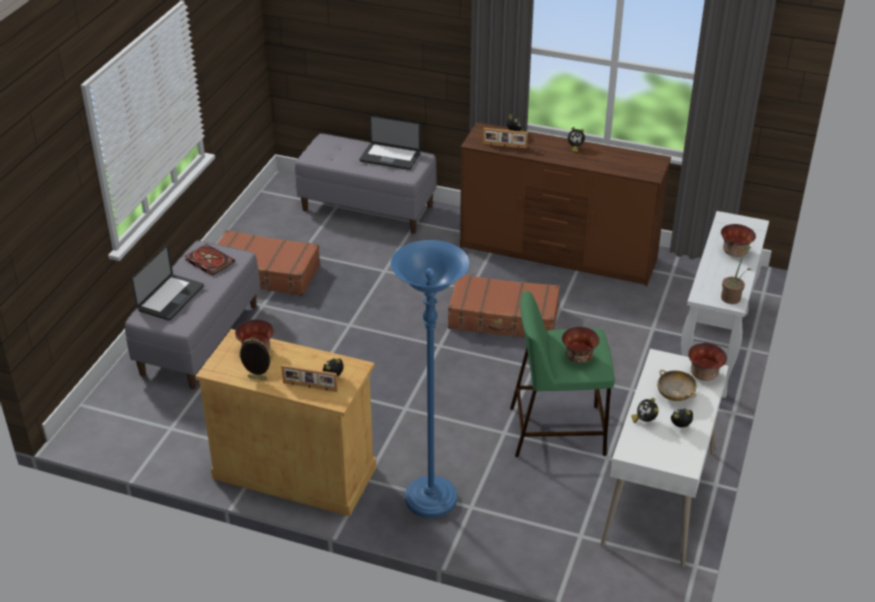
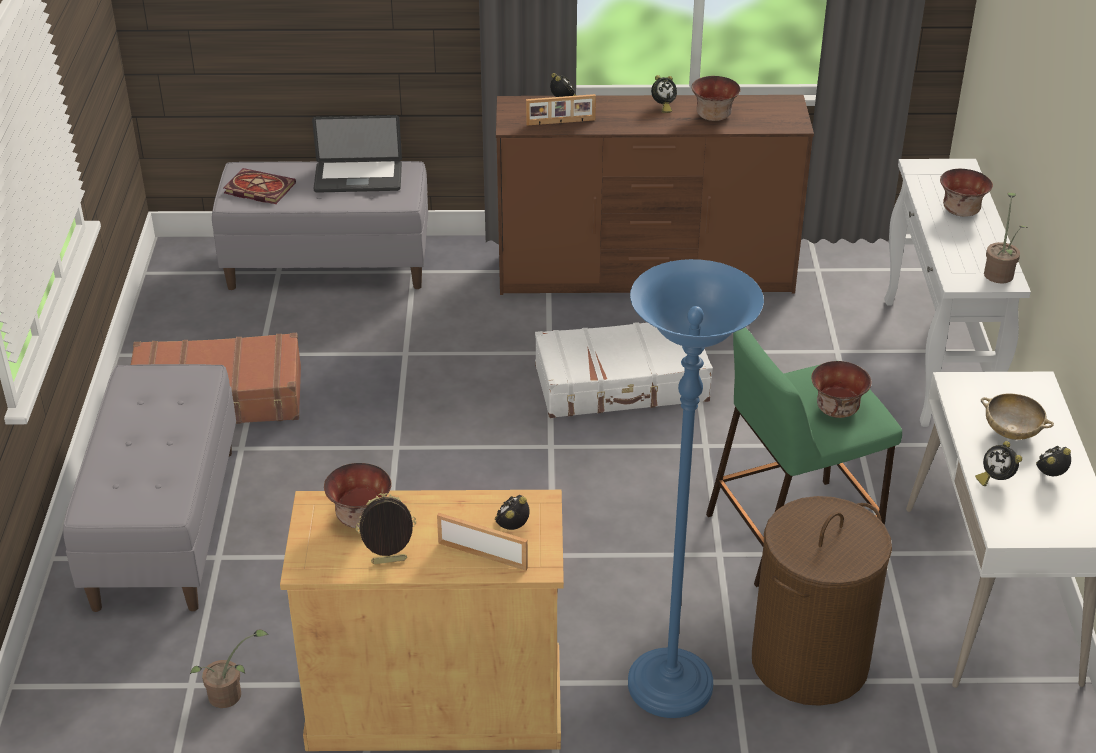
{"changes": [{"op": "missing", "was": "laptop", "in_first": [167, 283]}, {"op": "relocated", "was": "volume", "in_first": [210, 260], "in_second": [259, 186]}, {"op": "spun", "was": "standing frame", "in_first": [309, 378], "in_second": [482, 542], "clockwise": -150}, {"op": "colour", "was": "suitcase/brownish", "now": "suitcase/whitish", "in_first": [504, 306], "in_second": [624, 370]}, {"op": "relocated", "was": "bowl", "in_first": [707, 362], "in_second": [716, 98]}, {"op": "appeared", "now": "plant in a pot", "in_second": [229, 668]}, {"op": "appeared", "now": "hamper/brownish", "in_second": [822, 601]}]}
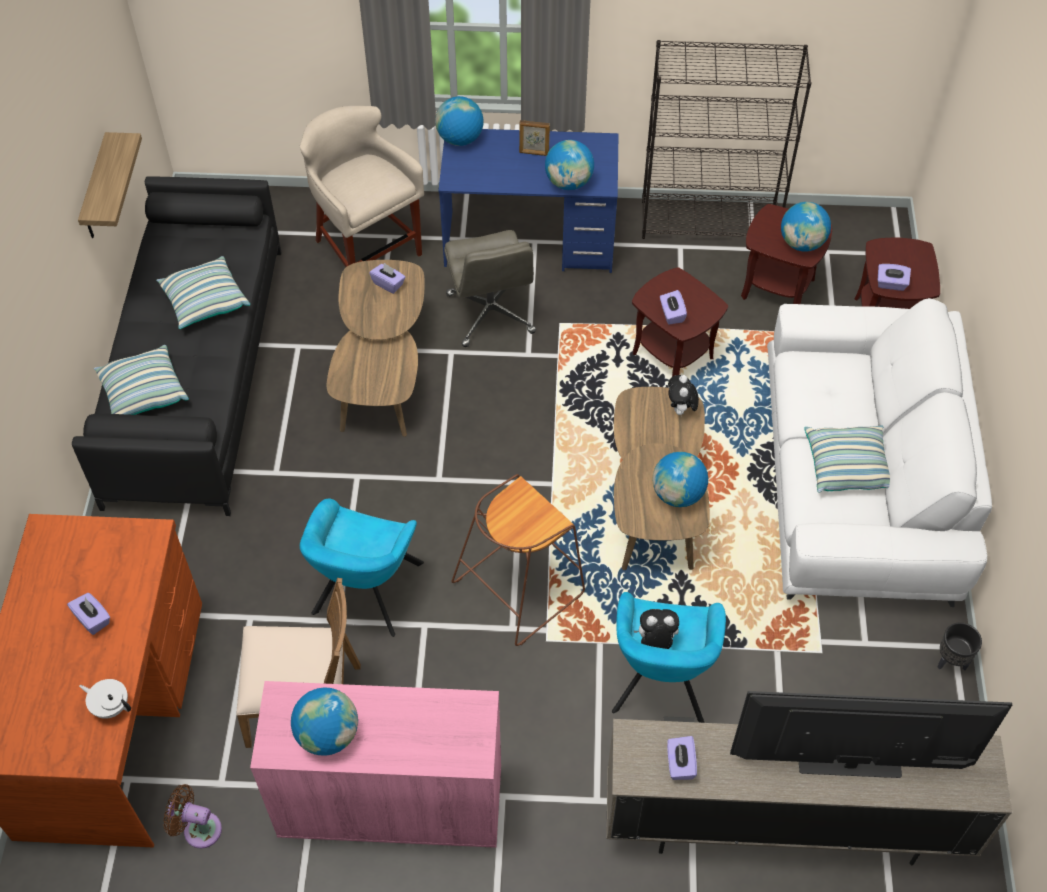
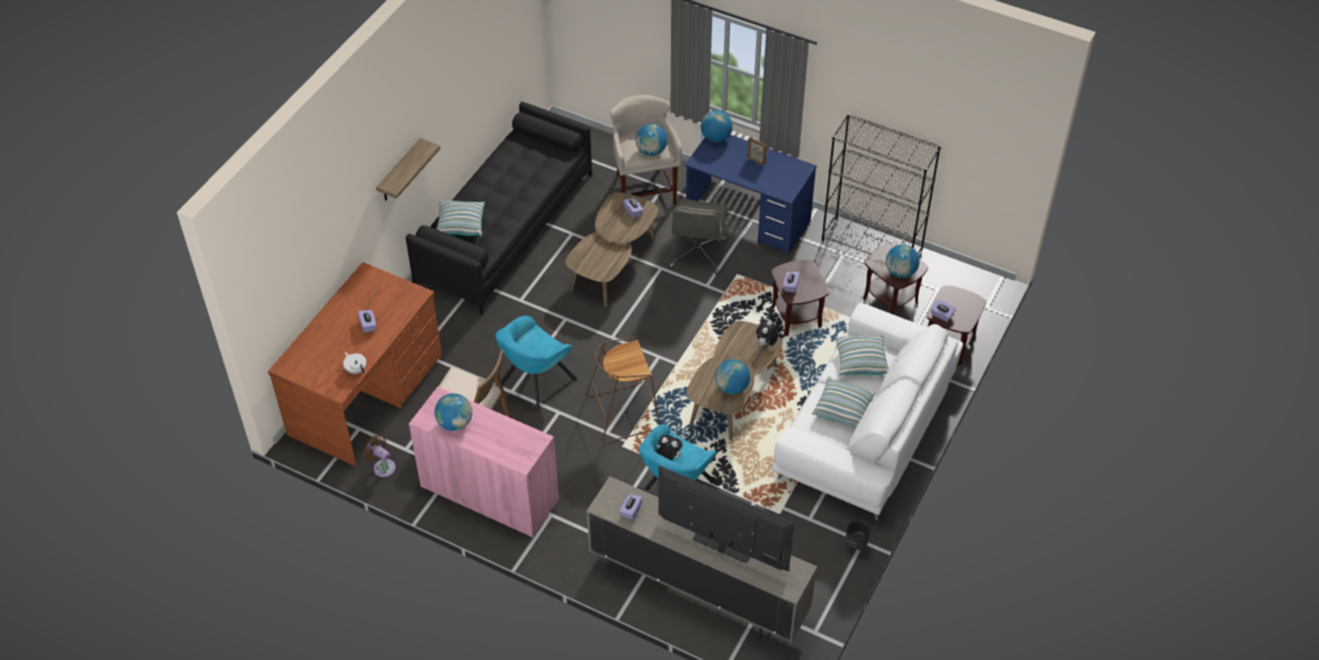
{"changes": [{"op": "relocated", "was": "wall shelf", "in_first": [110, 185], "in_second": [408, 169]}, {"op": "relocated", "was": "throw pillow", "in_first": [203, 292], "in_second": [862, 355]}, {"op": "relocated", "was": "desk globe", "in_first": [569, 165], "in_second": [652, 140]}]}
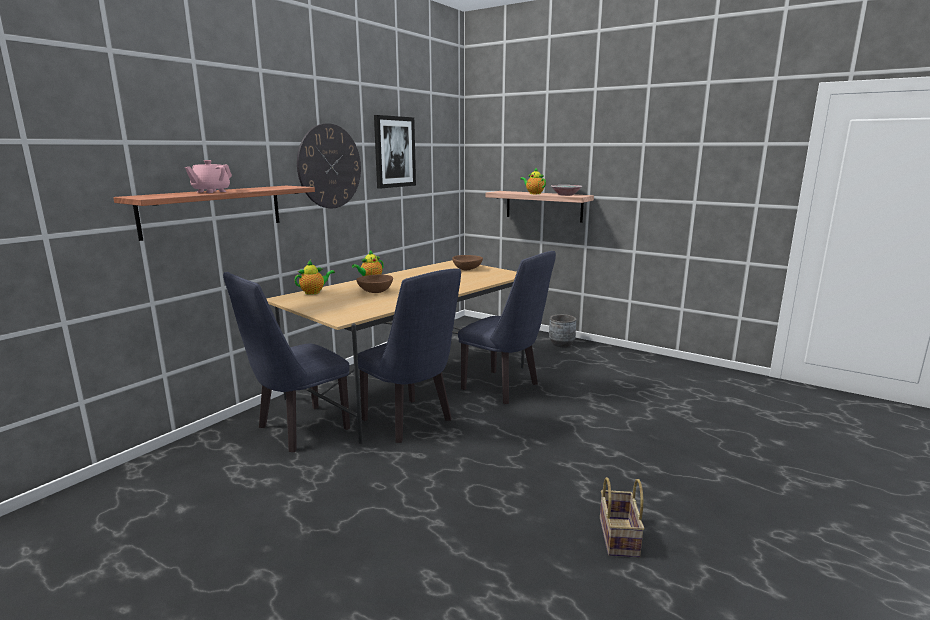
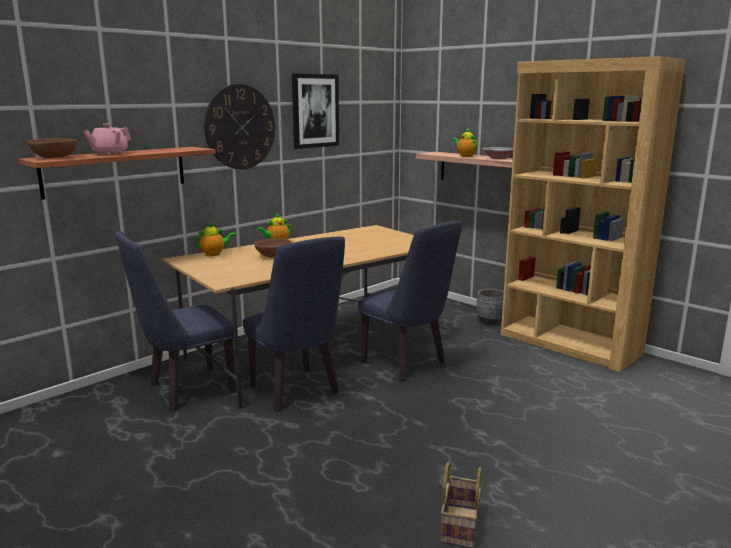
{"changes": [{"op": "relocated", "was": "bowl/brownish", "in_first": [467, 262], "in_second": [52, 148]}, {"op": "appeared", "now": "shelving unit/brownish", "in_second": [593, 214]}]}
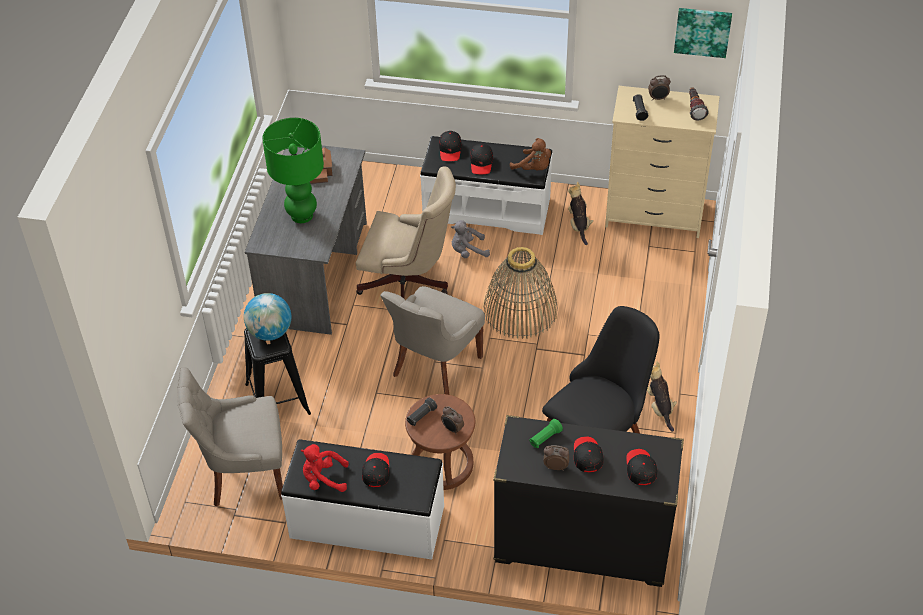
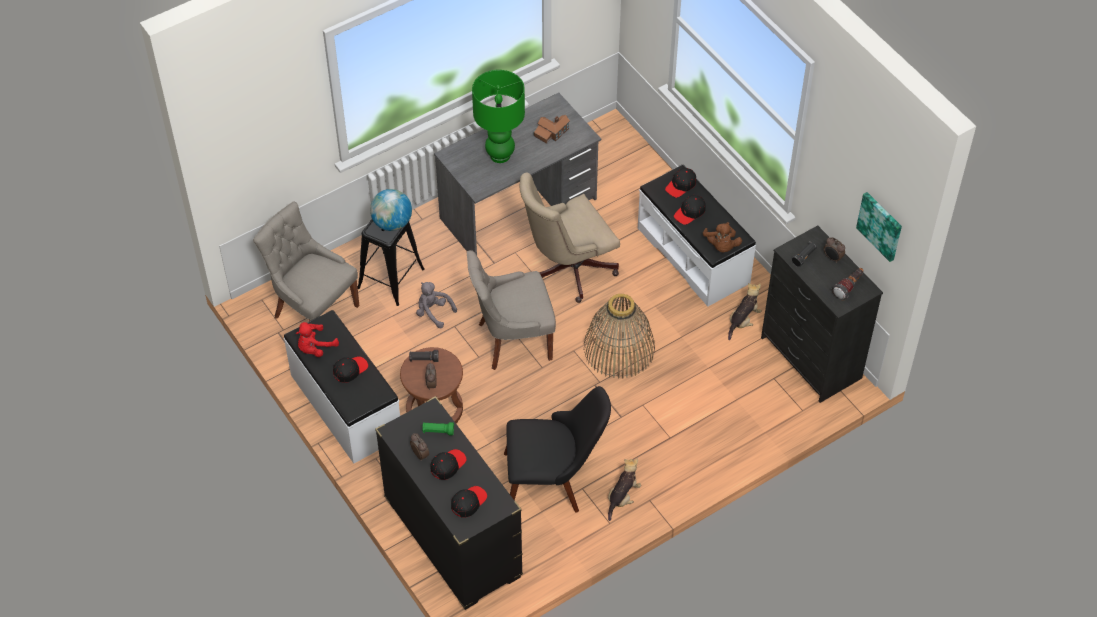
{"changes": [{"op": "spun", "was": "plush toy/red-coloured", "in_first": [325, 468], "in_second": [317, 339], "clockwise": -90}, {"op": "spun", "was": "desk chair/sand-coloured", "in_first": [406, 232], "in_second": [570, 238], "clockwise": 90}, {"op": "relocated", "was": "plush toy/grey", "in_first": [470, 239], "in_second": [436, 305]}, {"op": "colour", "was": "drawer chest/sand-coloured", "now": "drawer chest/blackish", "in_first": [662, 162], "in_second": [822, 314]}]}
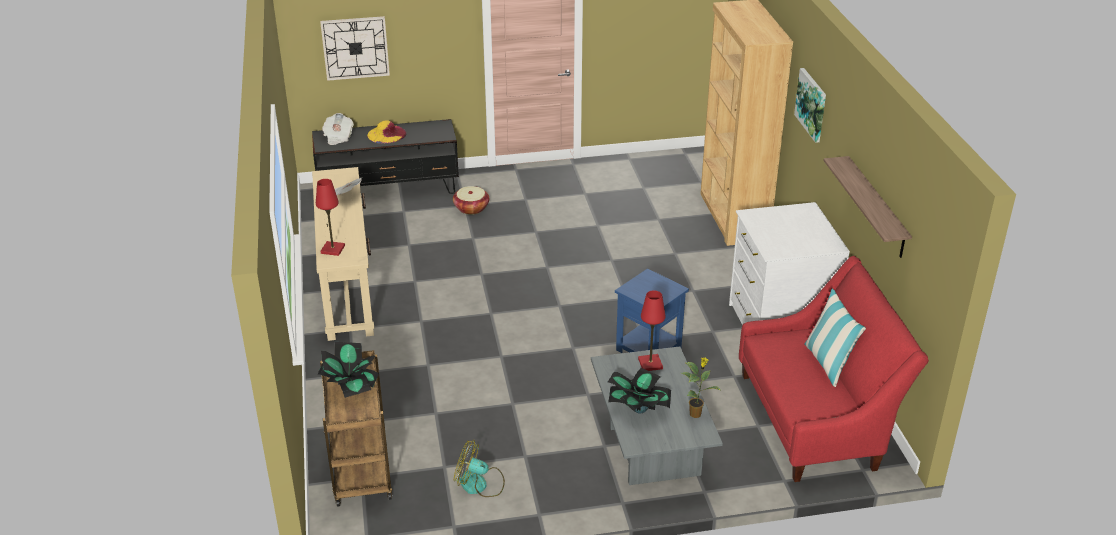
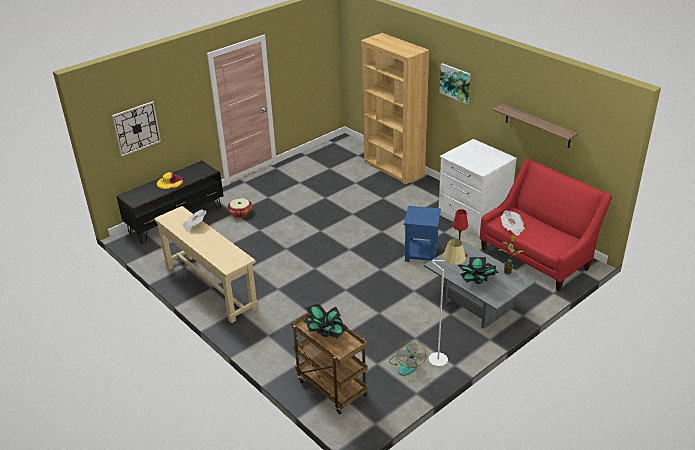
{"changes": [{"op": "missing", "was": "table lamp/red-coloured", "in_first": [330, 217]}, {"op": "relocated", "was": "printed paper", "in_first": [338, 129], "in_second": [513, 223]}, {"op": "spun", "was": "electric fan", "in_first": [479, 468], "in_second": [408, 358], "clockwise": -75}, {"op": "missing", "was": "throw pillow", "in_first": [835, 338]}, {"op": "appeared", "now": "standing lamp/whitish", "in_second": [447, 302]}]}
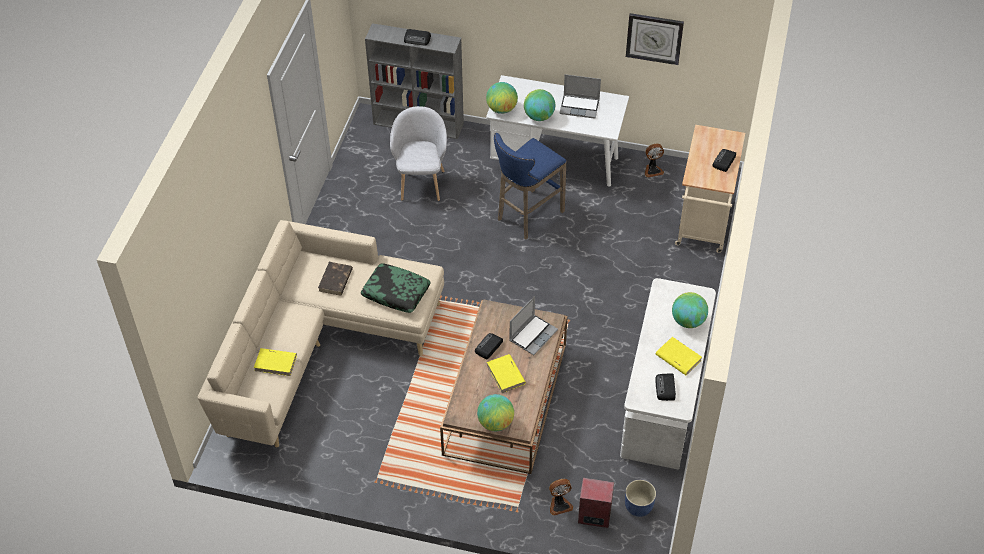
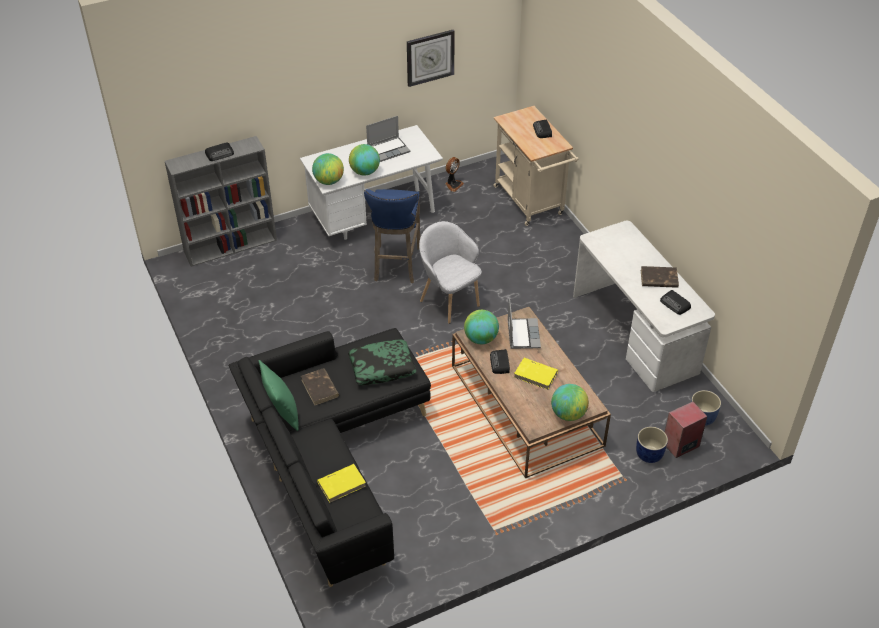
{"changes": [{"op": "colour", "was": "couch/sand-coloured", "now": "couch/blackish", "in_first": [320, 334], "in_second": [329, 457]}, {"op": "relocated", "was": "lounge chair/grey", "in_first": [418, 153], "in_second": [450, 272]}, {"op": "exchanged", "was": "electric fan", "now": "flower pot/bluish", "in_first": [561, 497], "in_second": [652, 445]}, {"op": "colour", "was": "volume/yellow-coloured", "now": "volume/brownish", "in_first": [679, 356], "in_second": [660, 277]}, {"op": "relocated", "was": "desk globe", "in_first": [690, 310], "in_second": [481, 327]}, {"op": "appeared", "now": "throw pillow/green", "in_second": [279, 395]}]}
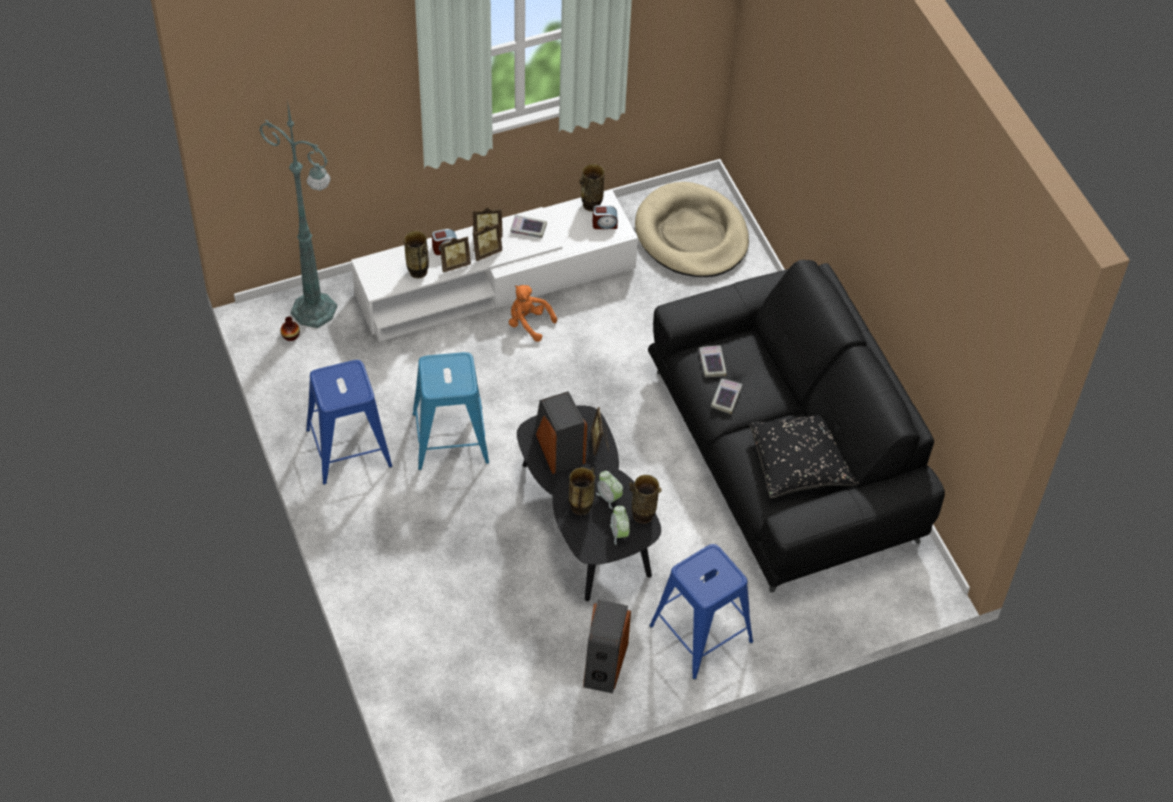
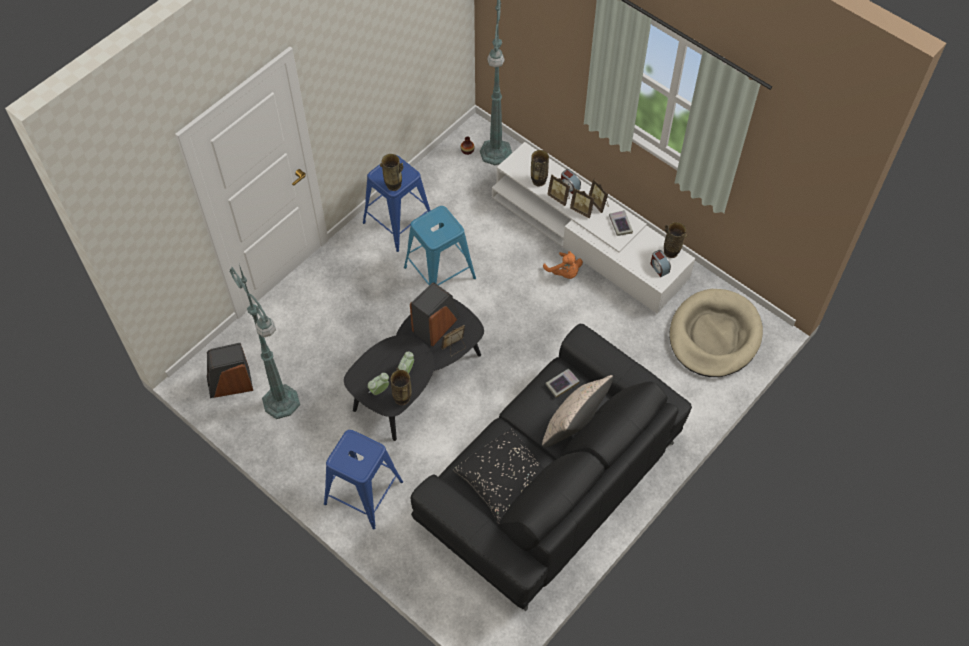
{"changes": [{"op": "spun", "was": "plush toy/orangey", "in_first": [533, 313], "in_second": [563, 265], "clockwise": 135}, {"op": "relocated", "was": "decorative vase", "in_first": [582, 491], "in_second": [391, 172]}, {"op": "relocated", "was": "loudspeaker", "in_first": [607, 646], "in_second": [230, 370]}, {"op": "missing", "was": "volume", "in_first": [726, 396]}, {"op": "appeared", "now": "standing lamp/green", "in_second": [265, 342]}, {"op": "appeared", "now": "throw pillow/sand-coloured", "in_second": [577, 411]}]}
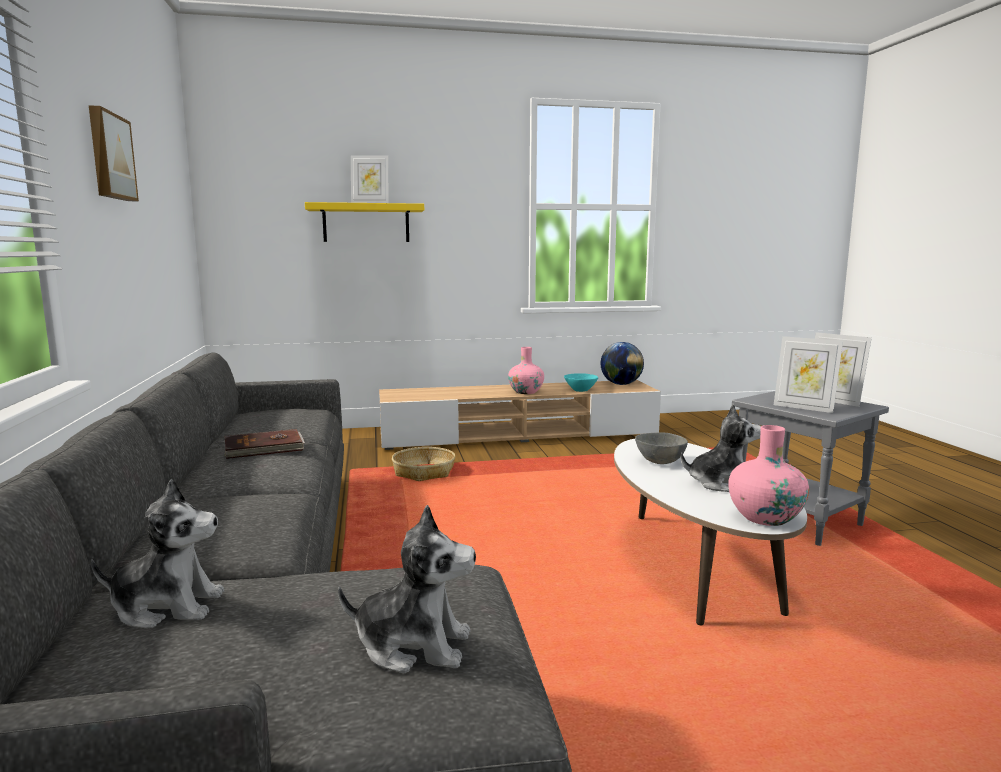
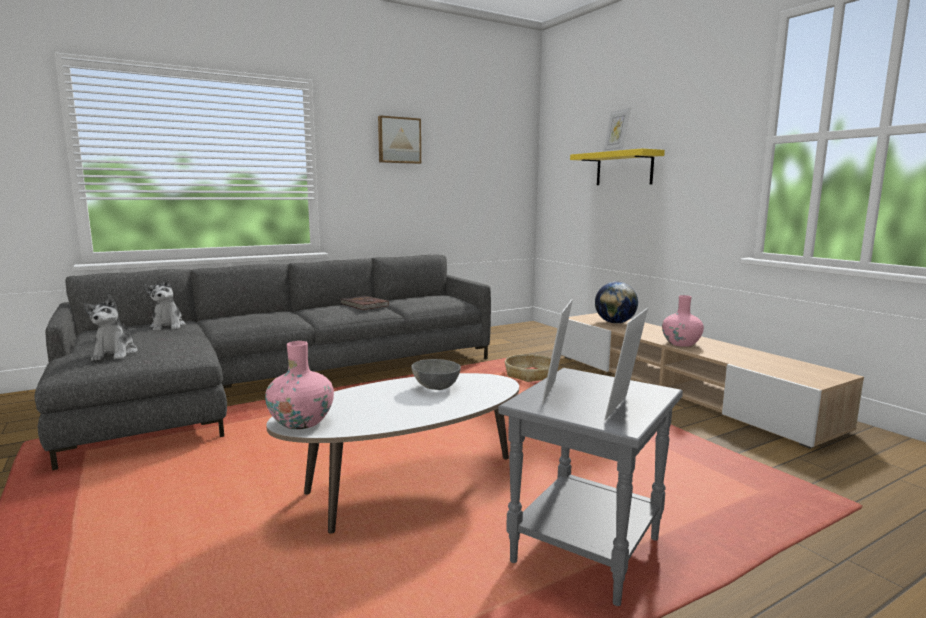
{"changes": [{"op": "missing", "was": "bowl/turquoise-coloured", "in_first": [581, 382]}, {"op": "relocated", "was": "desk globe", "in_first": [622, 363], "in_second": [616, 303]}, {"op": "missing", "was": "plush toy", "in_first": [721, 448]}]}
